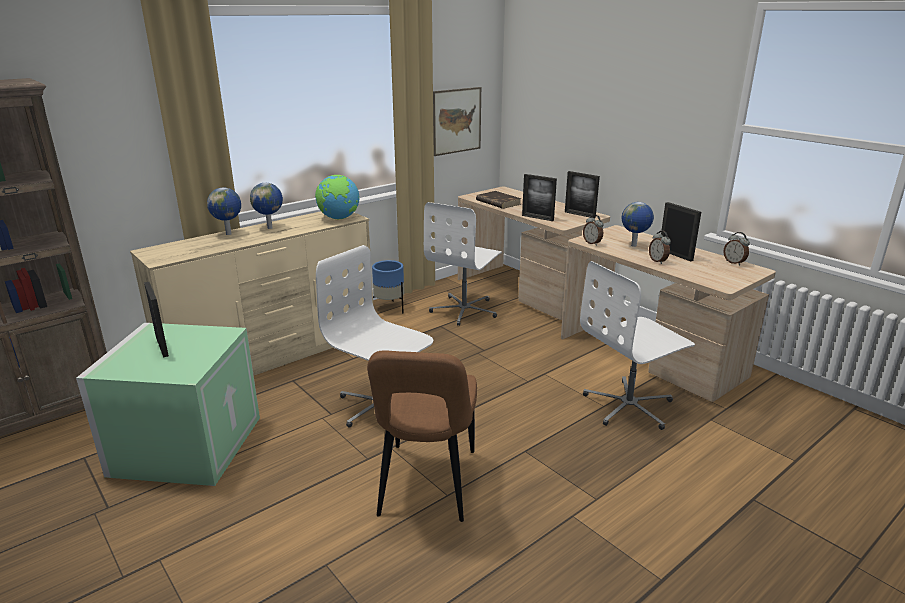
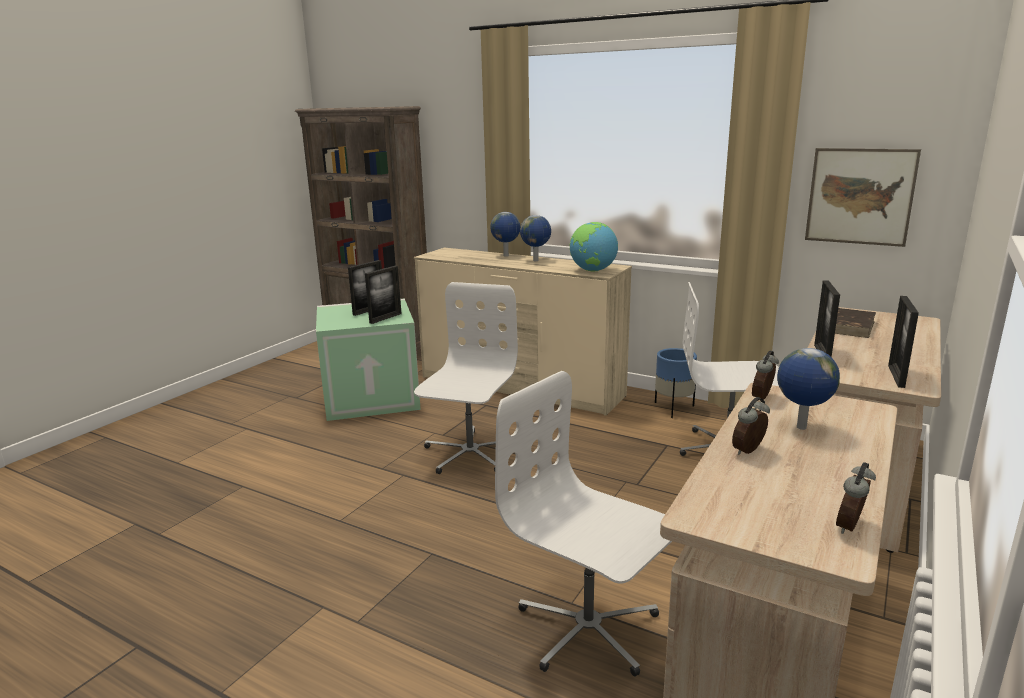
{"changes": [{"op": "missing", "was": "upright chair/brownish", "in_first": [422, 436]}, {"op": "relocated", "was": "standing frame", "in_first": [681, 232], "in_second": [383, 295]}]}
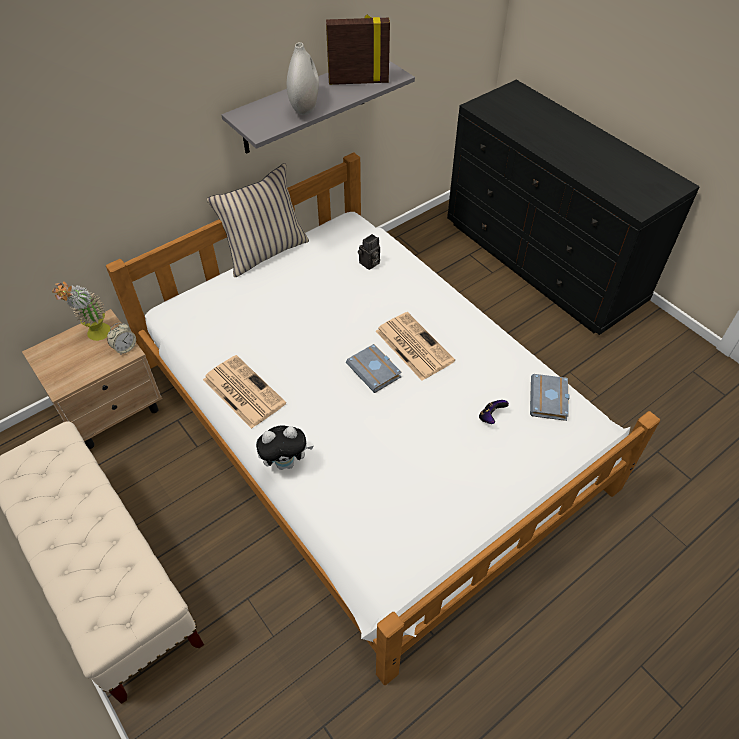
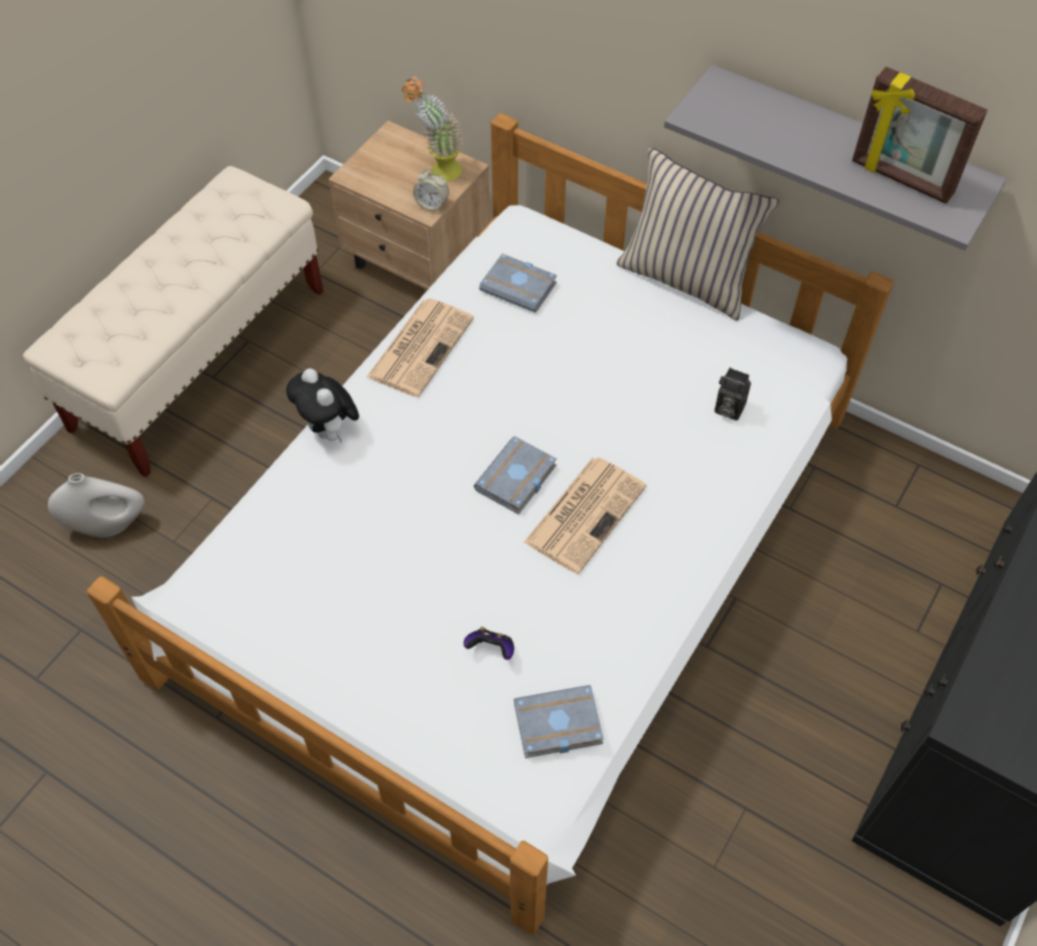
{"changes": [{"op": "relocated", "was": "decorative vase/whitish", "in_first": [303, 78], "in_second": [96, 505]}, {"op": "spun", "was": "standing frame", "in_first": [358, 50], "in_second": [919, 135], "clockwise": 150}, {"op": "appeared", "now": "volume/grey", "in_second": [518, 283]}]}
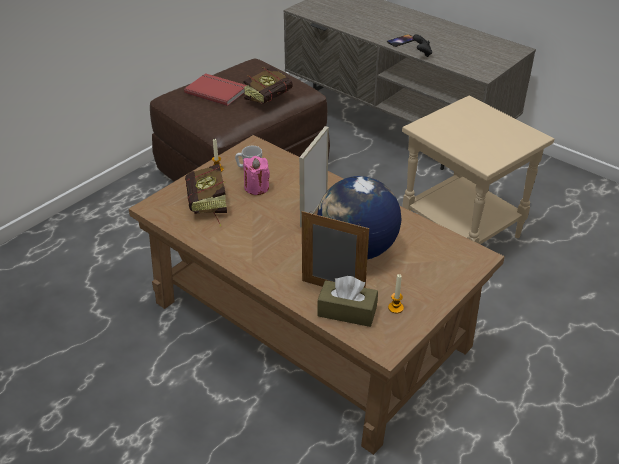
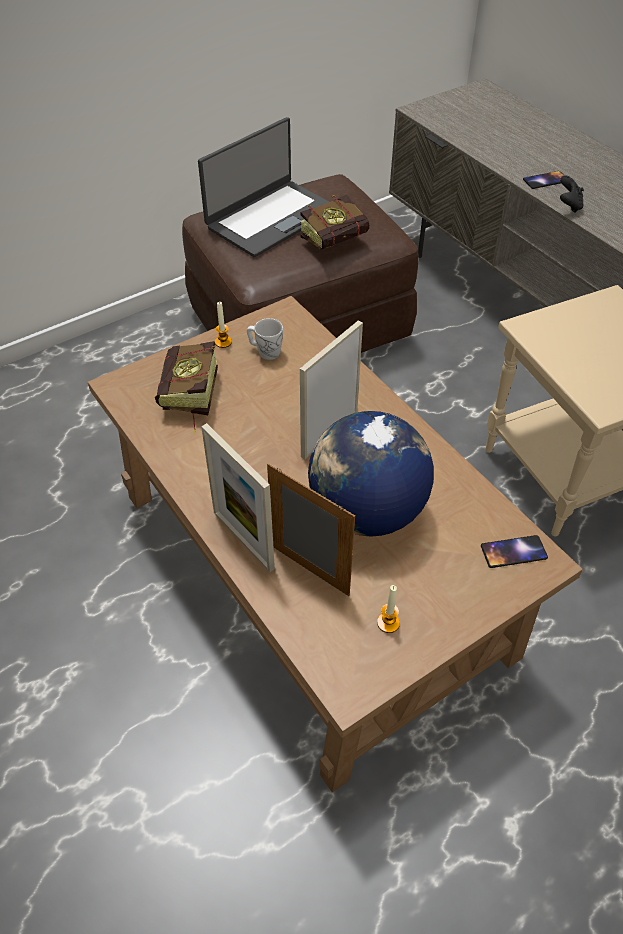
{"changes": [{"op": "exchanged", "was": "volume/red-coloured", "now": "laptop", "in_first": [215, 89], "in_second": [263, 187]}, {"op": "missing", "was": "wax candle/pink", "in_first": [256, 175]}, {"op": "missing", "was": "tissue holder/brownish", "in_first": [348, 301]}, {"op": "appeared", "now": "standing frame", "in_second": [238, 497]}, {"op": "appeared", "now": "phone", "in_second": [514, 551]}]}
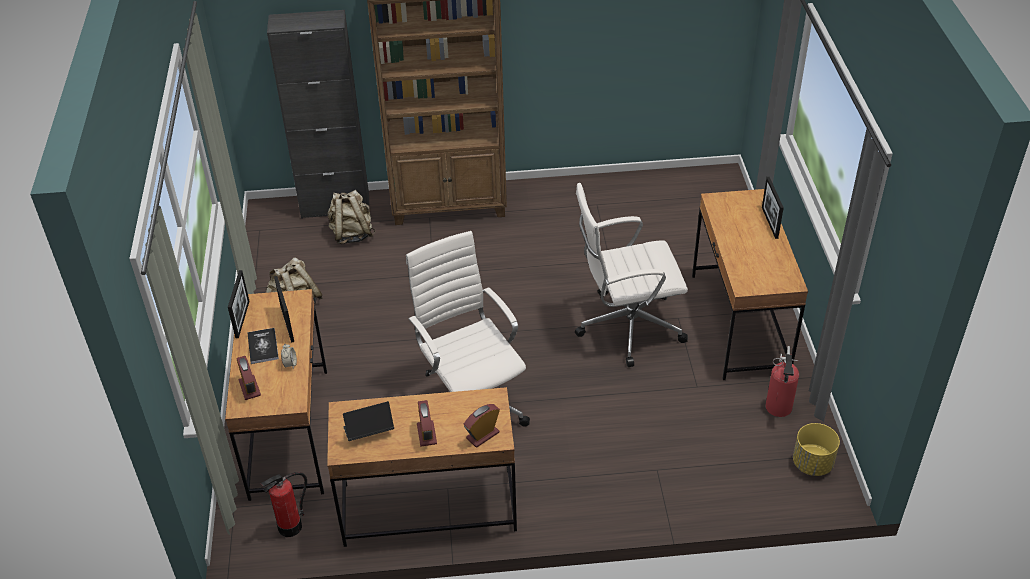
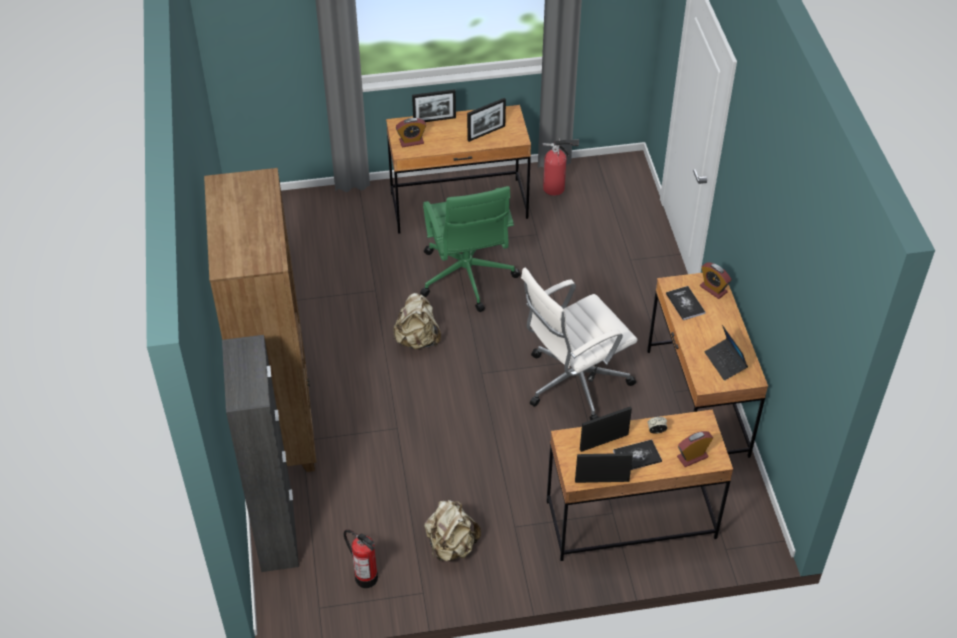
{"changes": [{"op": "relocated", "was": "fire extinguisher", "in_first": [283, 504], "in_second": [361, 558]}, {"op": "relocated", "was": "rucksack/sand-coloured", "in_first": [352, 217], "in_second": [417, 321]}, {"op": "relocated", "was": "table clock", "in_first": [427, 423], "in_second": [411, 132]}, {"op": "colour", "was": "desk chair/whitish", "now": "desk chair/green", "in_first": [631, 275], "in_second": [470, 249]}, {"op": "missing", "was": "flower pot/yellow-coloured", "in_first": [816, 449]}, {"op": "appeared", "now": "standing frame", "in_second": [486, 120]}, {"op": "appeared", "now": "volume", "in_second": [685, 303]}]}
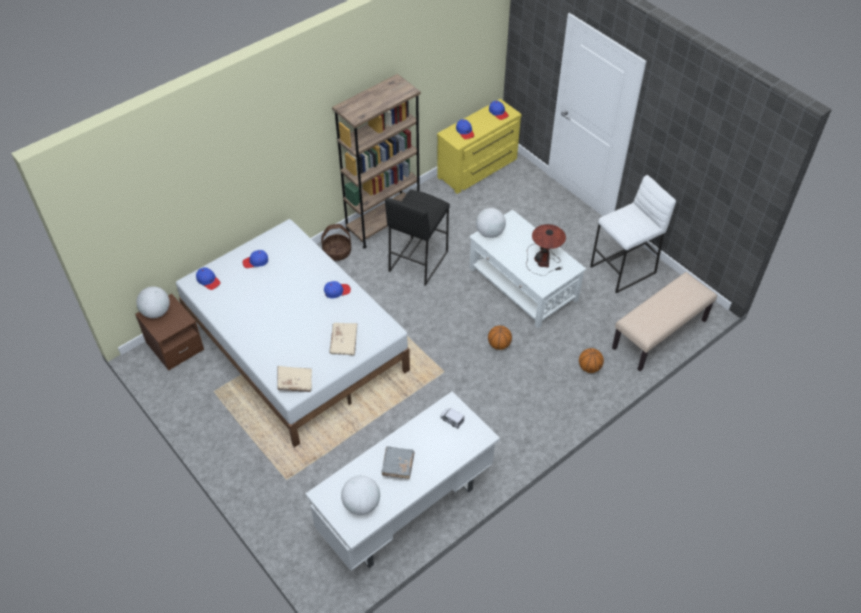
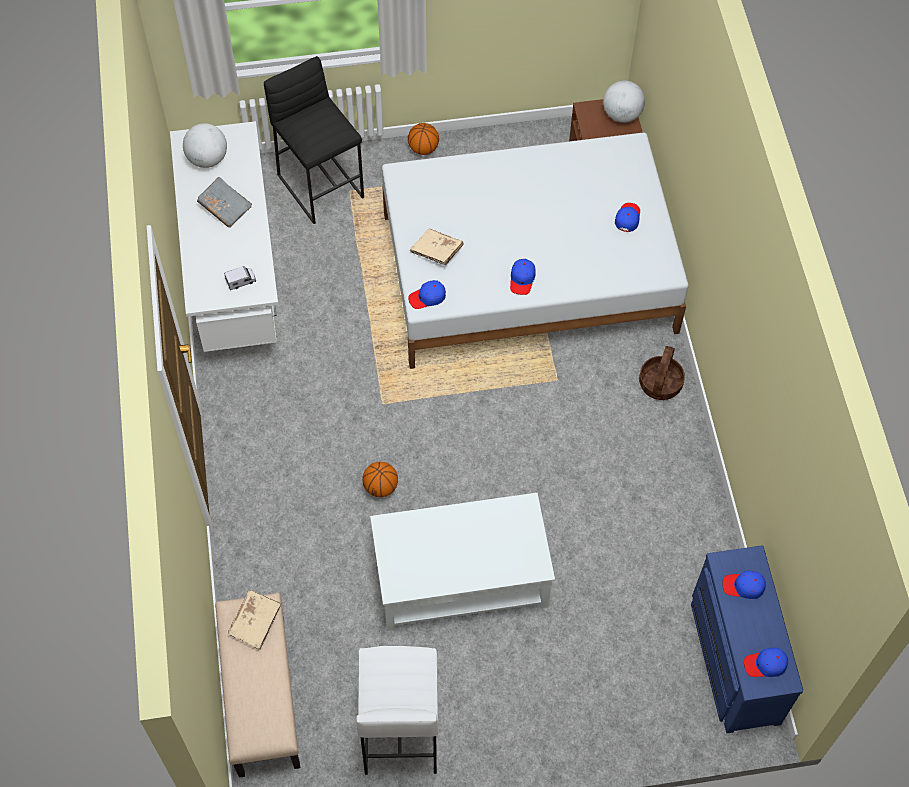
{"changes": [{"op": "relocated", "was": "cap/bluish", "in_first": [208, 278], "in_second": [427, 294]}, {"op": "relocated", "was": "volume/sand-coloured", "in_first": [294, 379], "in_second": [254, 620]}, {"op": "missing", "was": "shelving unit/brownish", "in_first": [376, 161]}, {"op": "relocated", "was": "stool/blackish", "in_first": [417, 237], "in_second": [314, 140]}, {"op": "colour", "was": "drawer chest/yellow-coloured", "now": "drawer chest/bluish", "in_first": [479, 146], "in_second": [747, 639]}, {"op": "missing", "was": "desk globe", "in_first": [491, 223]}, {"op": "missing", "was": "table lamp", "in_first": [546, 250]}, {"op": "relocated", "was": "basketball", "in_first": [591, 360], "in_second": [423, 139]}]}
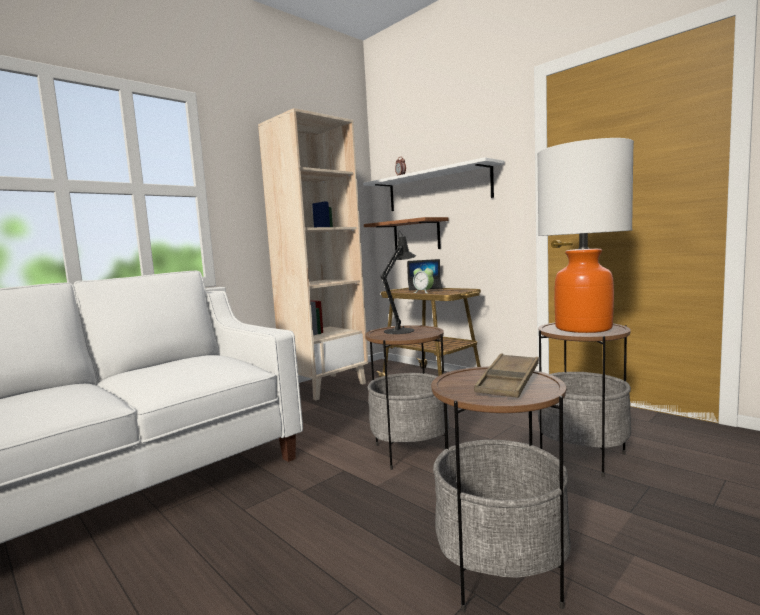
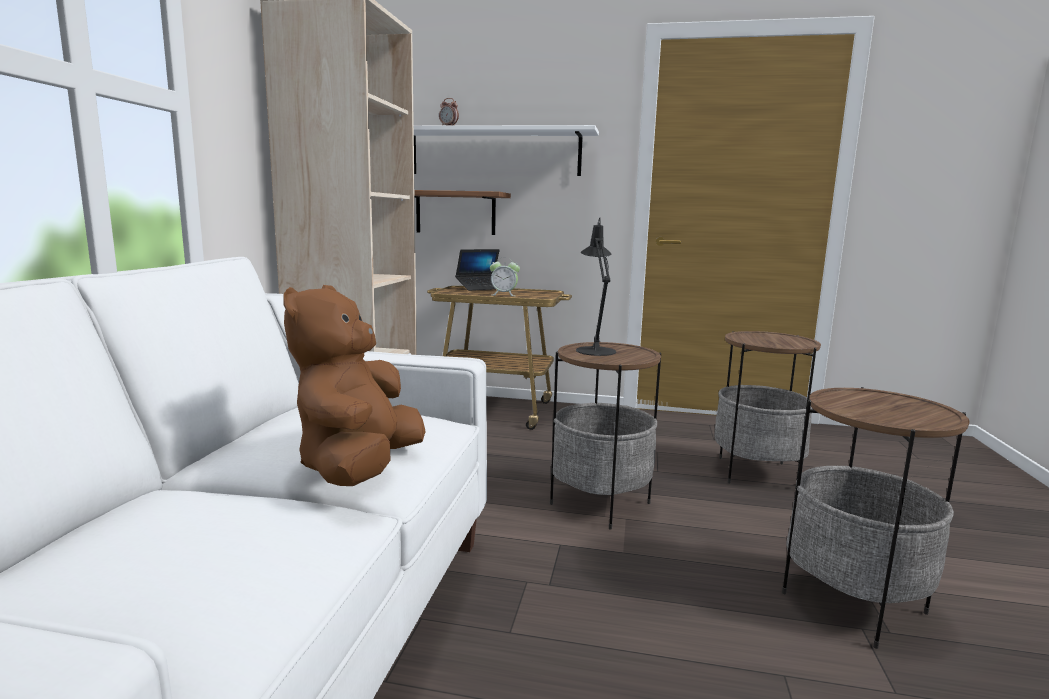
{"changes": [{"op": "missing", "was": "carrying tray/brownish", "in_first": [506, 375]}, {"op": "missing", "was": "table lamp", "in_first": [585, 235]}, {"op": "appeared", "now": "plush toy/brownish", "in_second": [354, 385]}]}
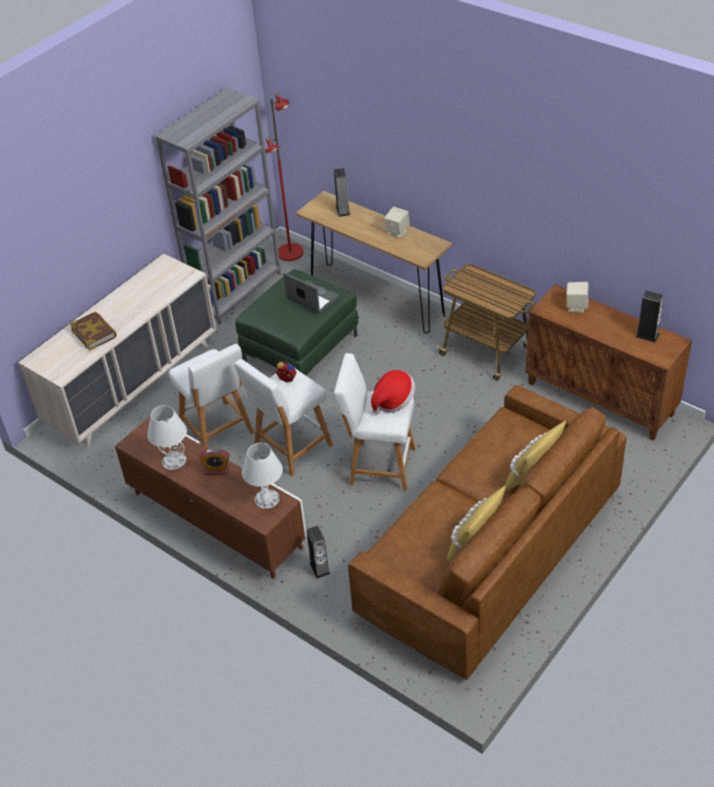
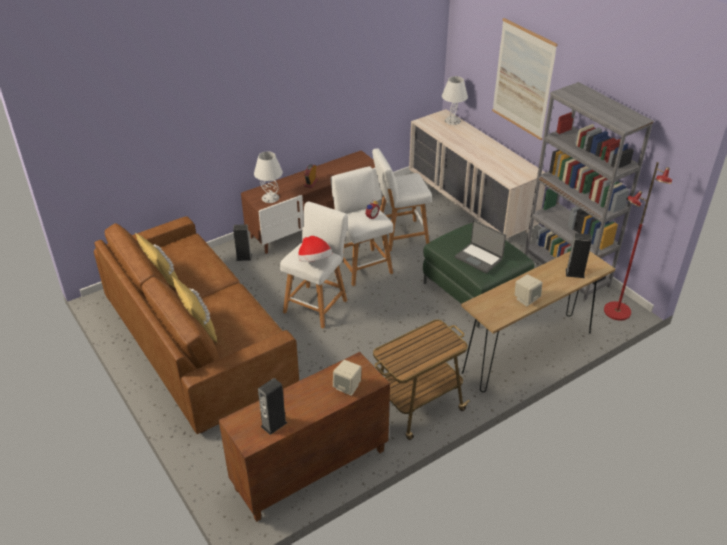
{"changes": [{"op": "missing", "was": "volume", "in_first": [93, 331]}, {"op": "relocated", "was": "table lamp/whitish", "in_first": [167, 437], "in_second": [455, 100]}, {"op": "spun", "was": "laptop", "in_first": [311, 293], "in_second": [480, 246], "clockwise": 75}, {"op": "appeared", "now": "picture", "in_second": [525, 79]}]}
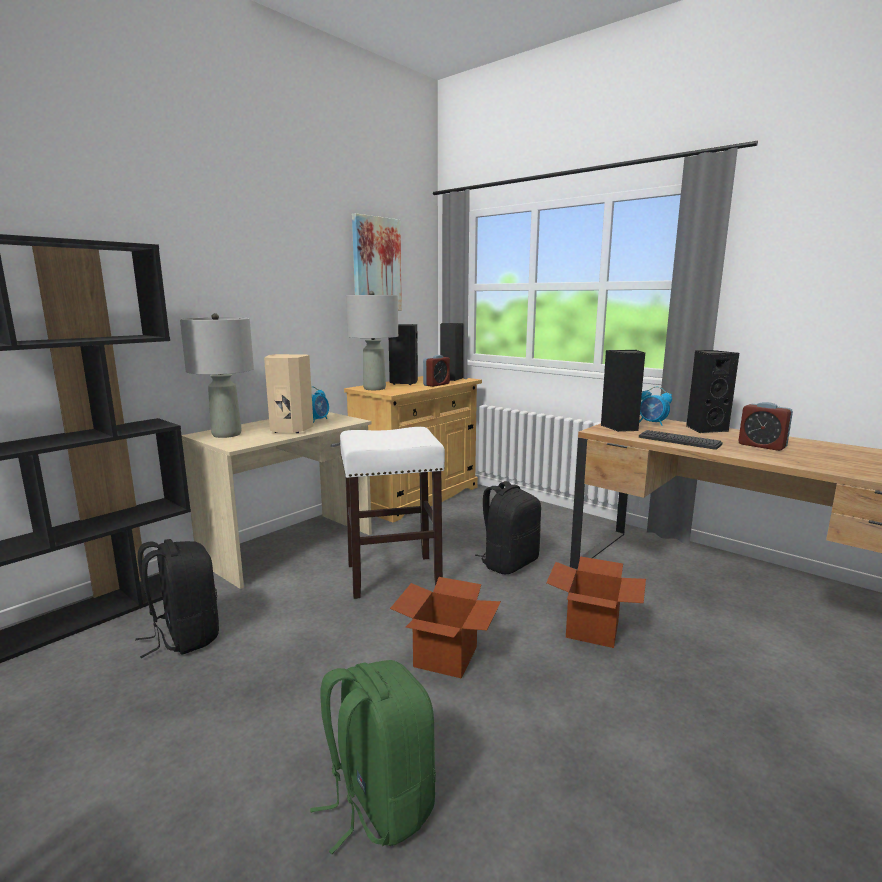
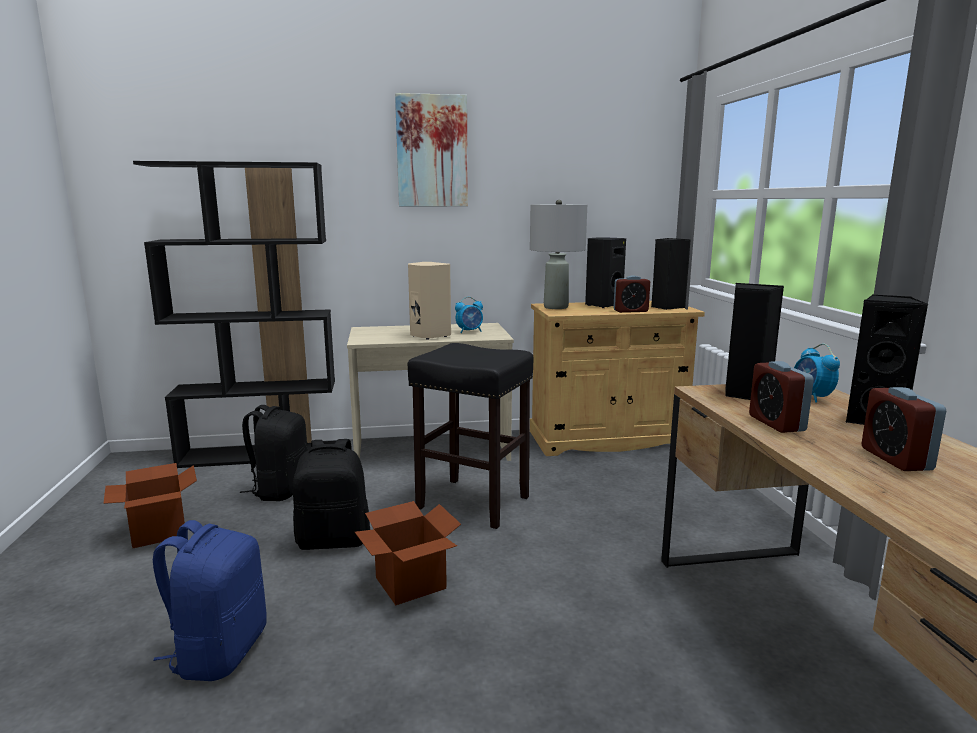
{"changes": [{"op": "missing", "was": "table lamp/grey", "in_first": [217, 375]}, {"op": "colour", "was": "rucksack/green", "now": "rucksack/bluish", "in_first": [373, 757], "in_second": [210, 600]}, {"op": "colour", "was": "stool/whitish", "now": "stool/blackish", "in_first": [392, 513], "in_second": [470, 436]}, {"op": "relocated", "was": "picture", "in_first": [377, 262], "in_second": [431, 149]}, {"op": "relocated", "was": "rucksack/blackish", "in_first": [508, 527], "in_second": [331, 494]}, {"op": "relocated", "was": "carton", "in_first": [596, 602], "in_second": [150, 505]}, {"op": "exchanged", "was": "computer keyboard", "now": "table clock", "in_first": [680, 440], "in_second": [781, 397]}]}
